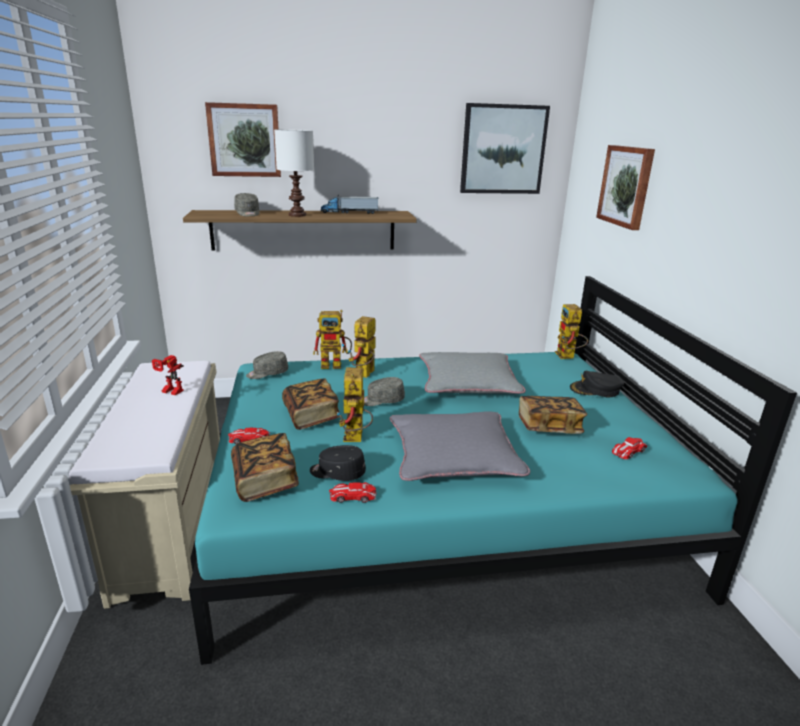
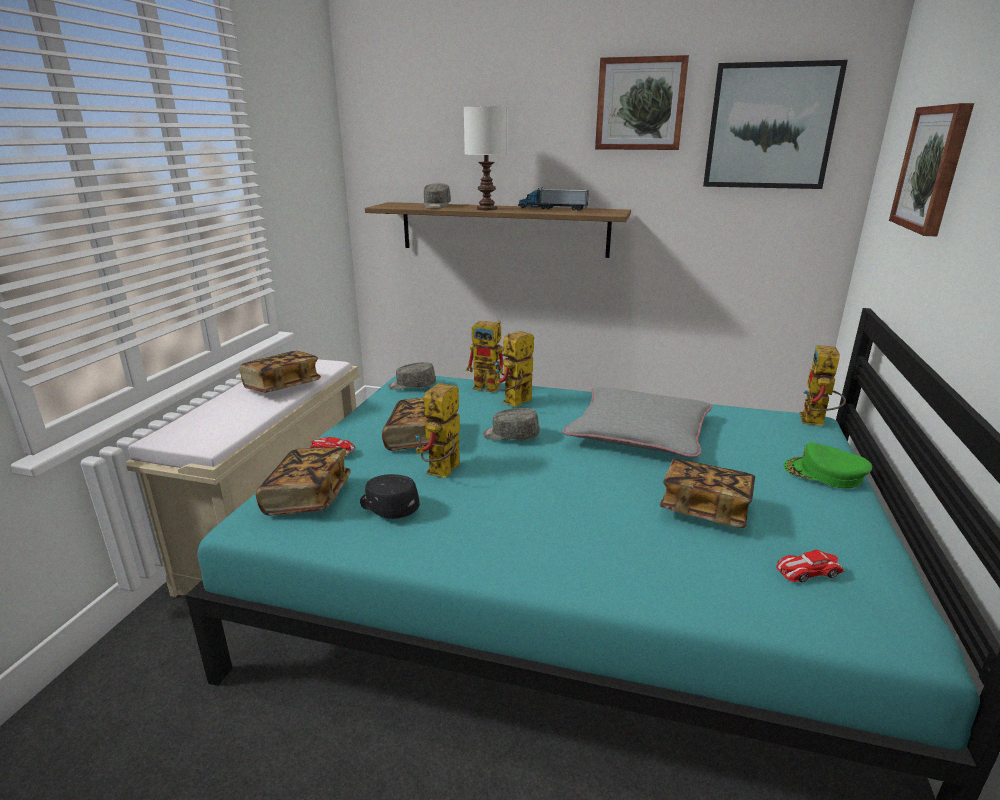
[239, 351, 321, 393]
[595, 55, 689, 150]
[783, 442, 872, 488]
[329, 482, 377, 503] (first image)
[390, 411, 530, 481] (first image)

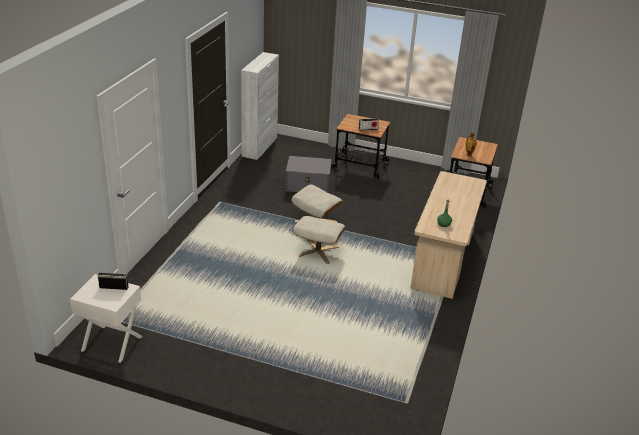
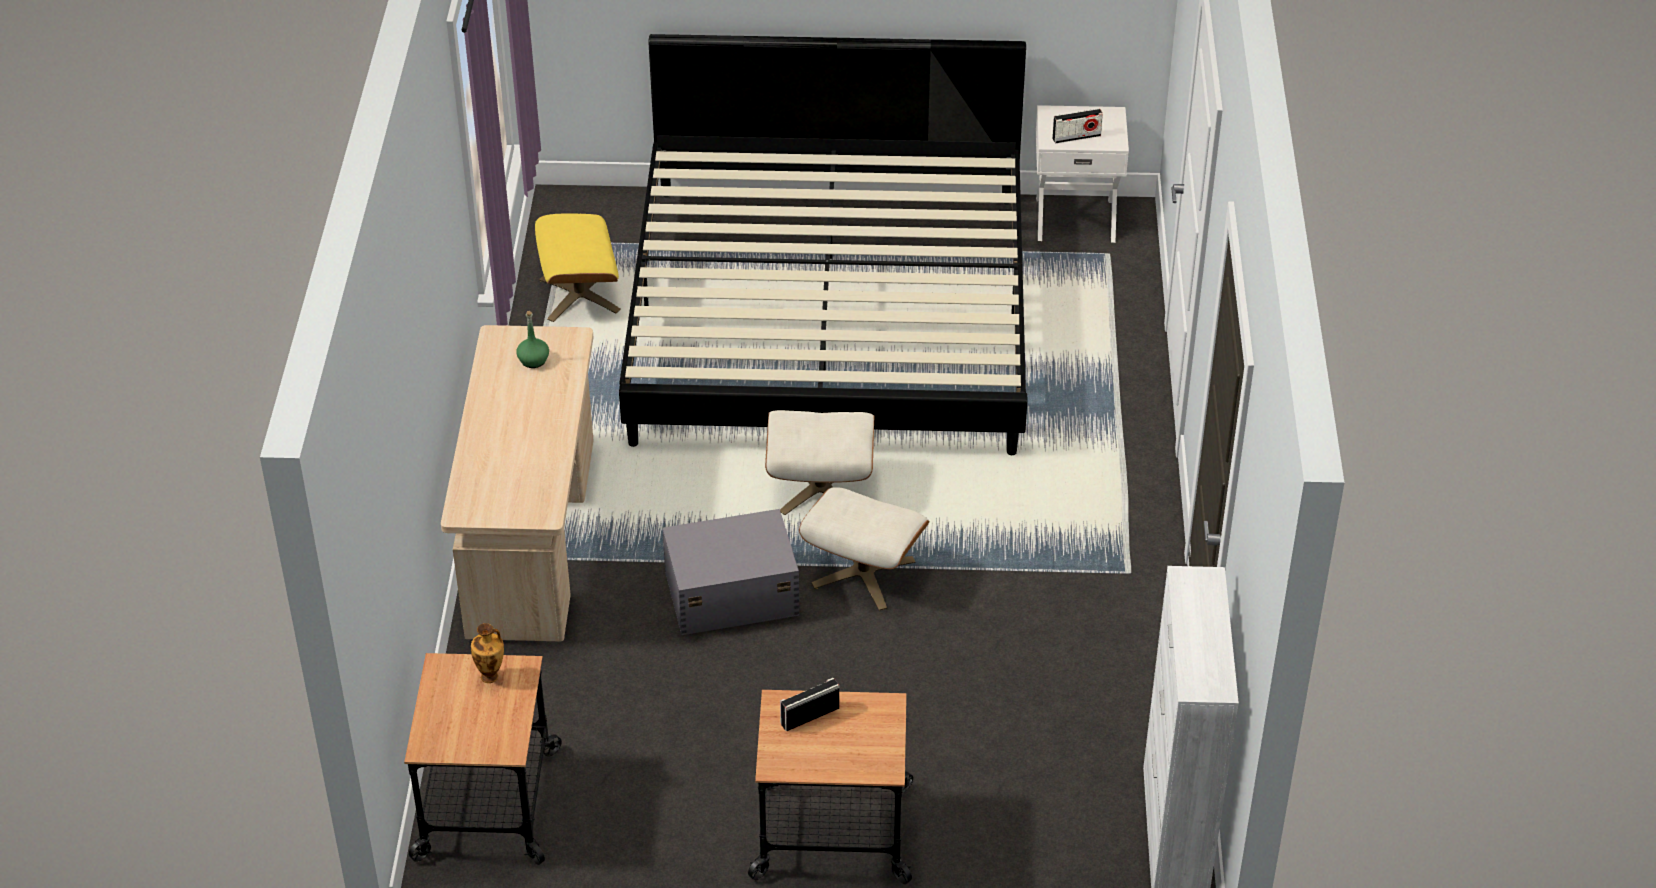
[535, 213, 621, 322]
[619, 34, 1027, 455]
[662, 509, 800, 635]

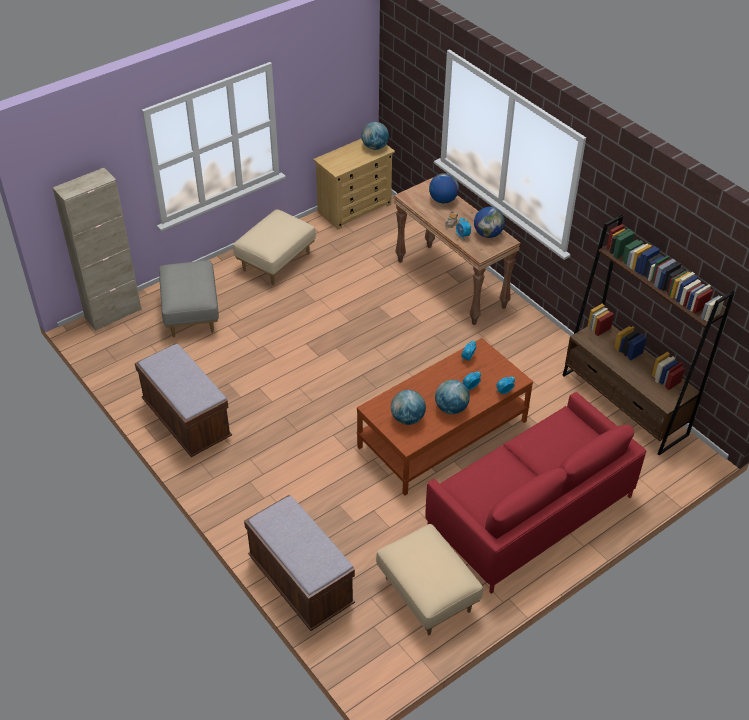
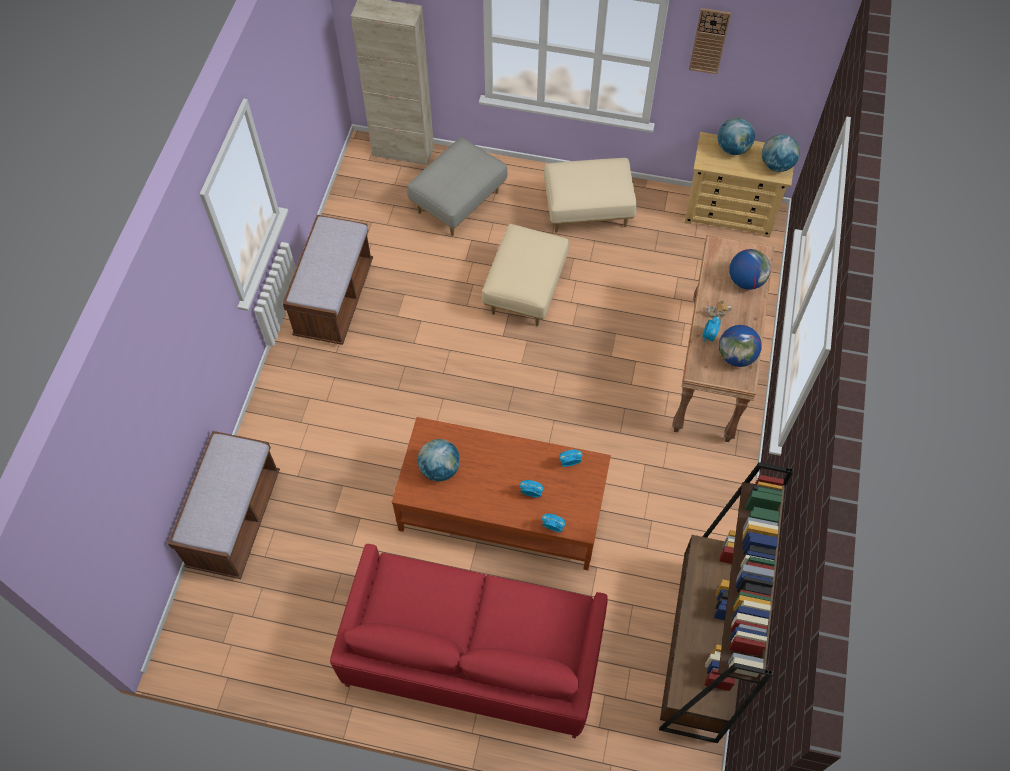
[482, 224, 569, 326]
[689, 8, 731, 74]
[718, 118, 755, 155]

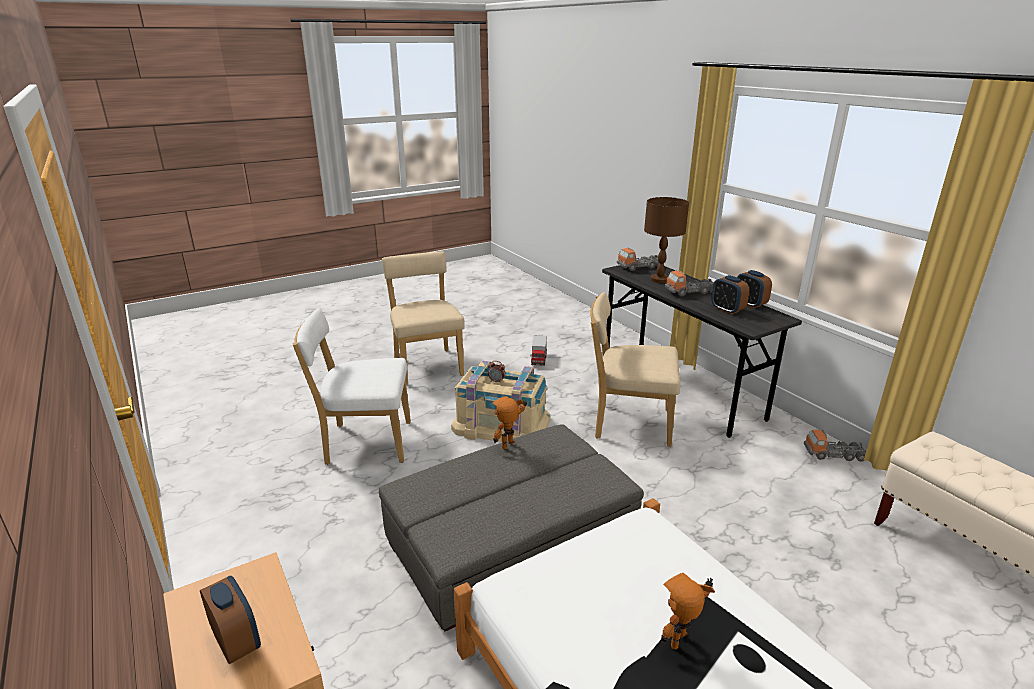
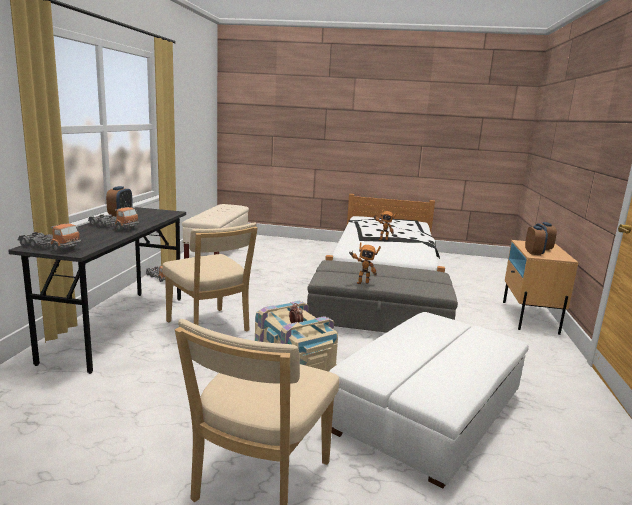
[329, 312, 529, 489]
[525, 225, 548, 255]
[530, 336, 547, 366] (first image)
[644, 197, 689, 283] (first image)

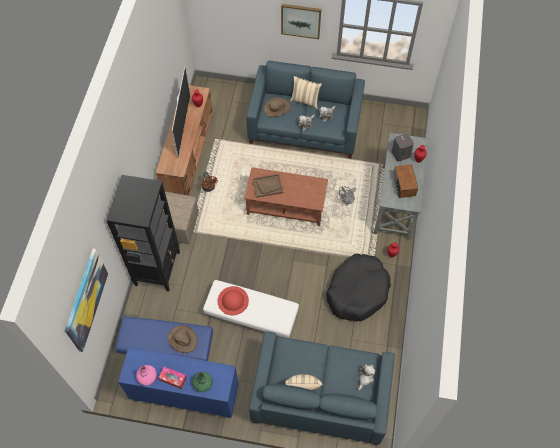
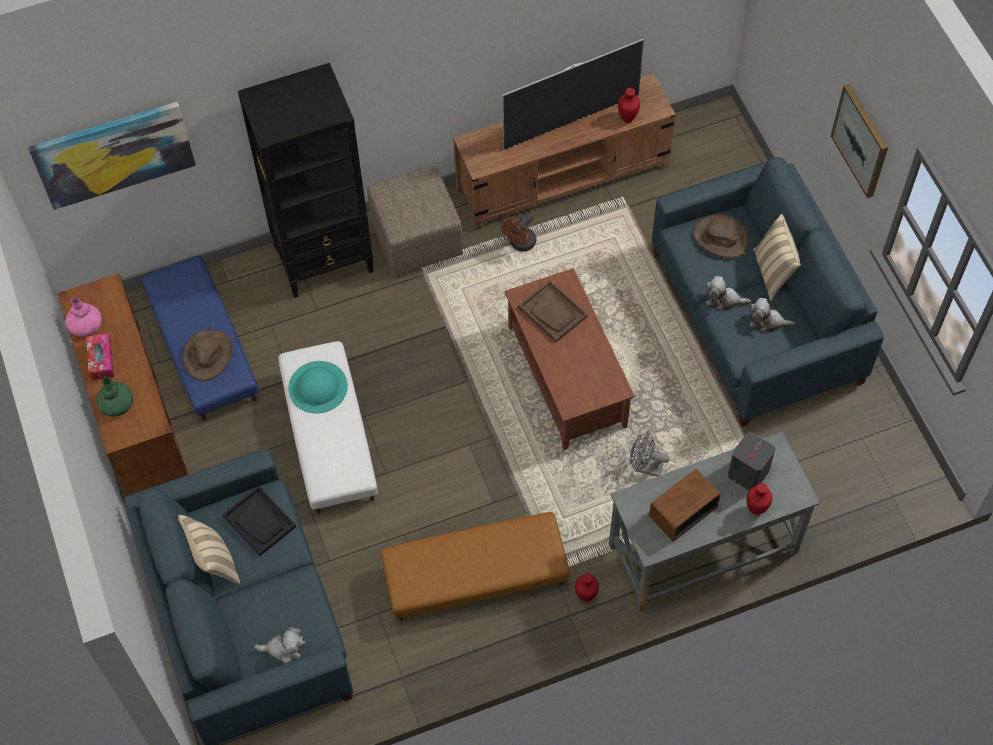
[57, 273, 188, 496]
[223, 485, 296, 556]
[288, 361, 348, 413]
[380, 512, 570, 621]

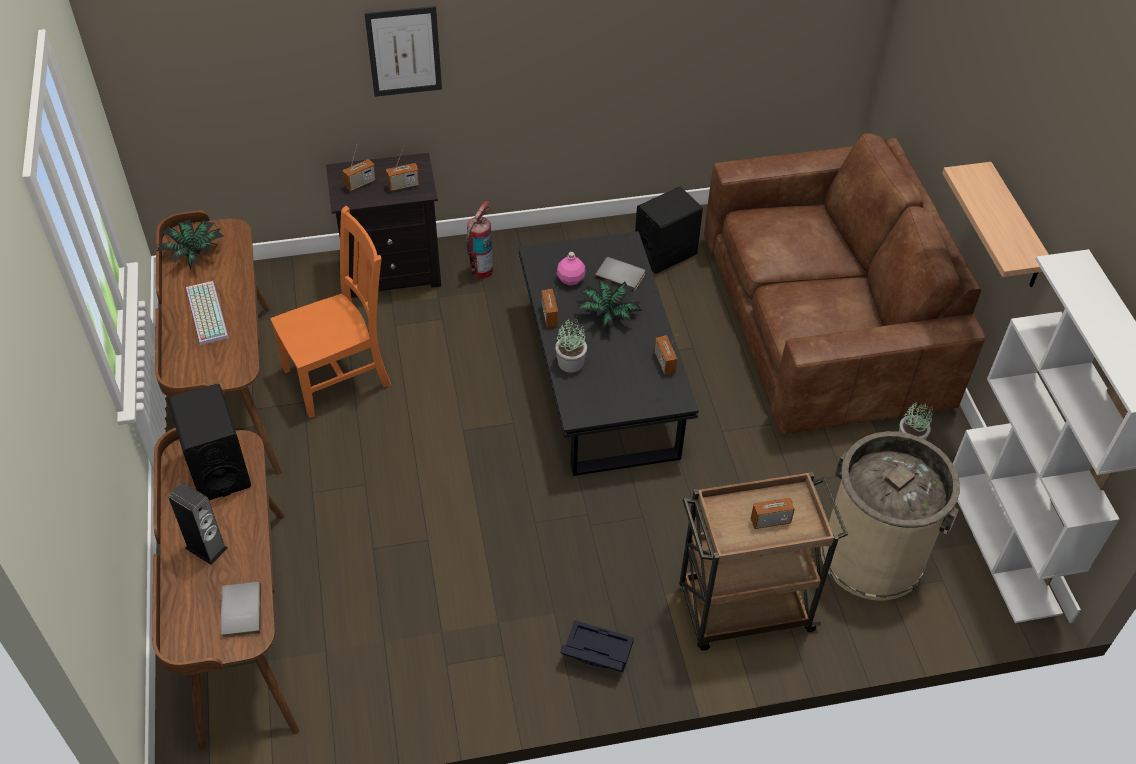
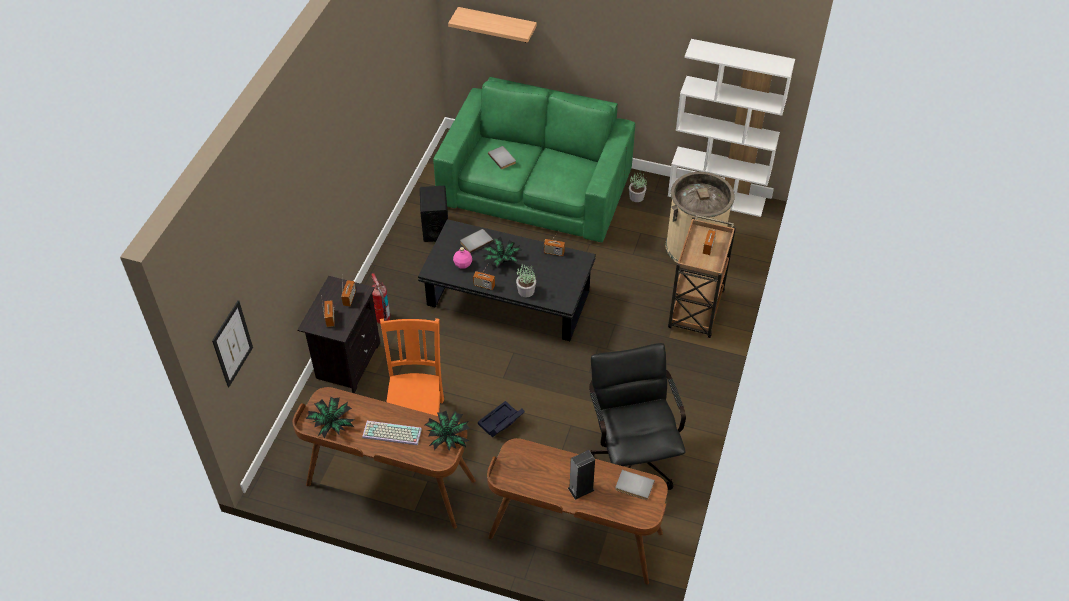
[212, 300, 253, 387]
[425, 411, 470, 451]
[433, 77, 635, 242]
[448, 7, 537, 43]
[478, 401, 525, 438]
[488, 146, 516, 170]
[589, 343, 686, 490]
[168, 384, 251, 500] (first image)

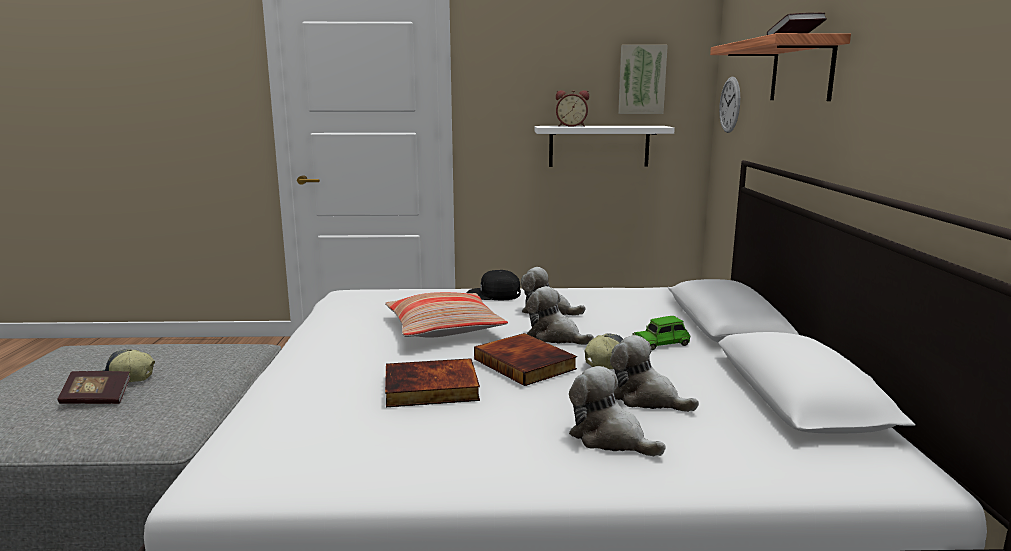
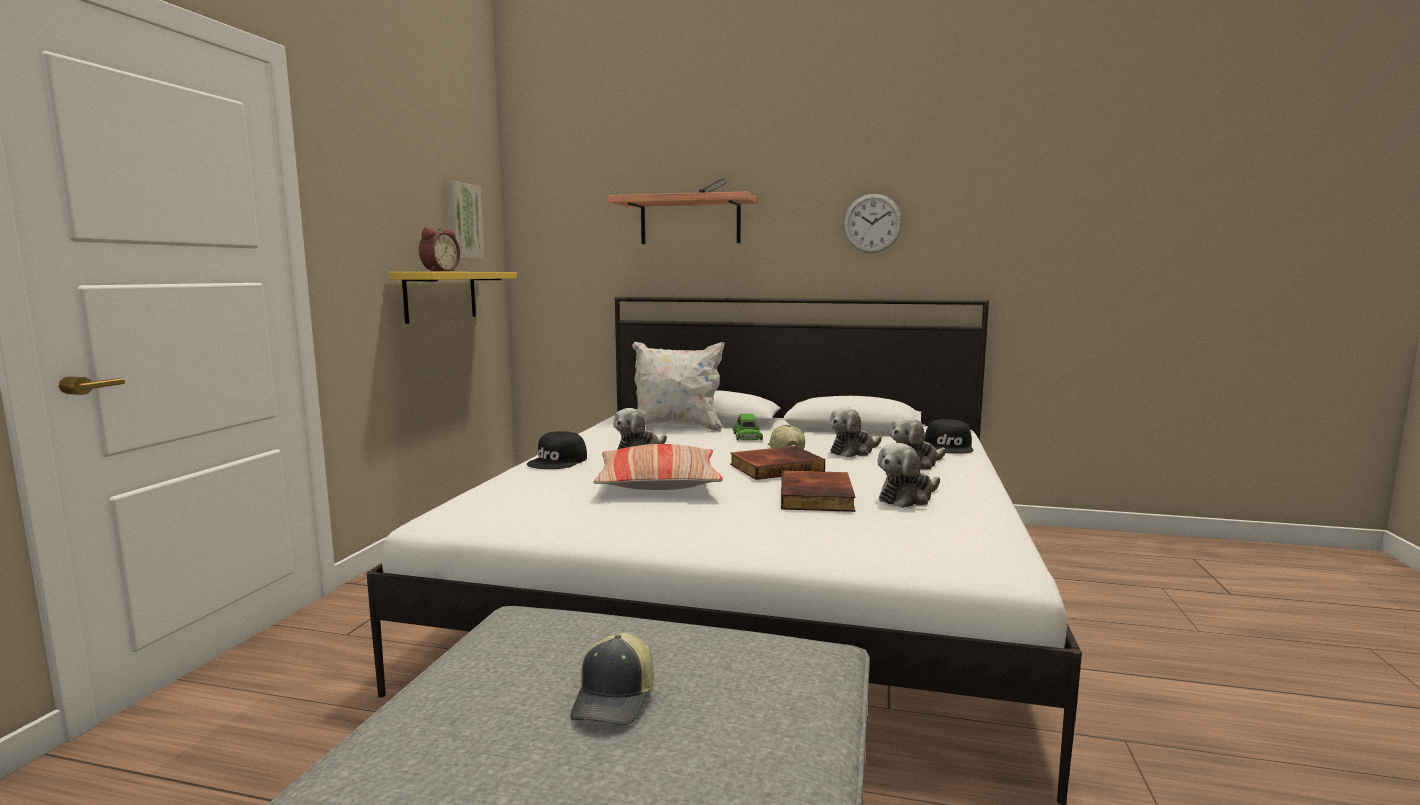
[389, 272, 517, 324]
[632, 342, 724, 431]
[843, 194, 902, 253]
[877, 443, 940, 508]
[925, 419, 974, 453]
[58, 371, 130, 404] (first image)

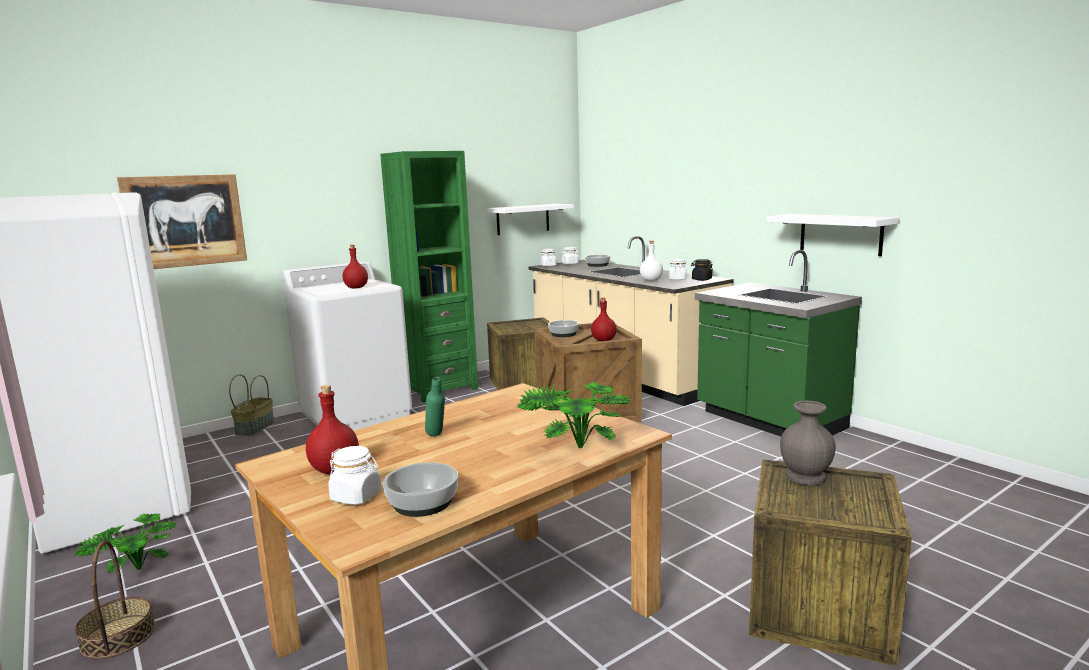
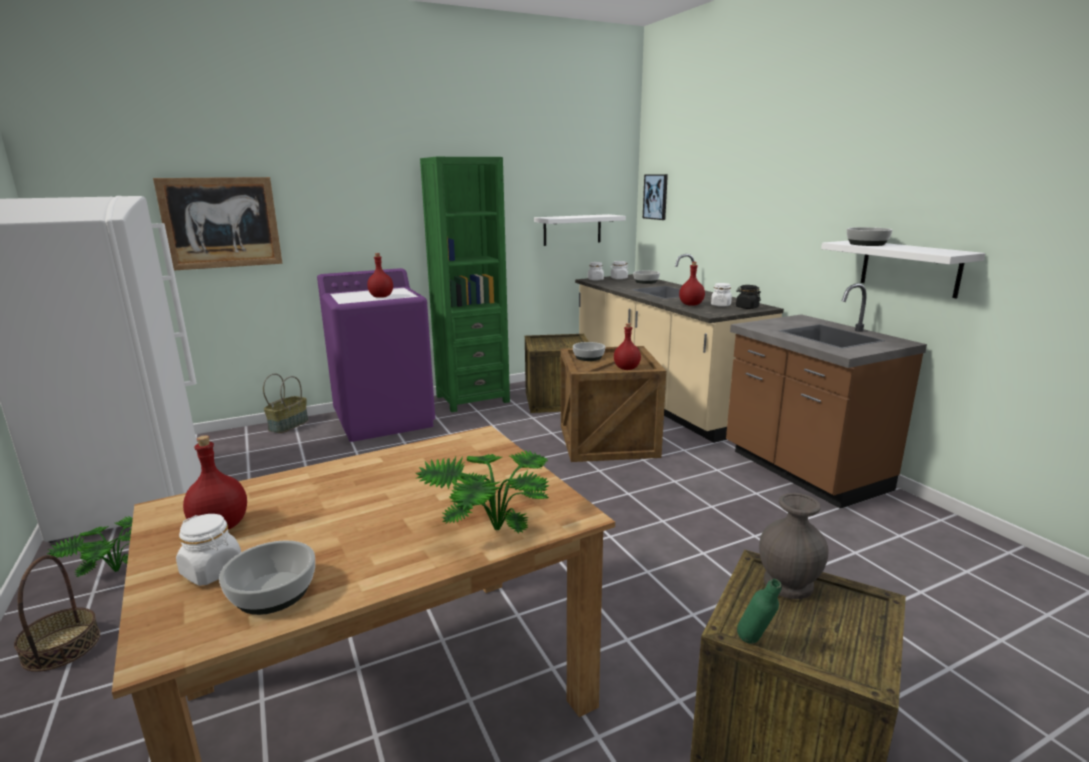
[317, 268, 435, 442]
[643, 174, 668, 220]
[679, 262, 705, 306]
[726, 283, 927, 509]
[737, 579, 782, 644]
[847, 227, 893, 246]

